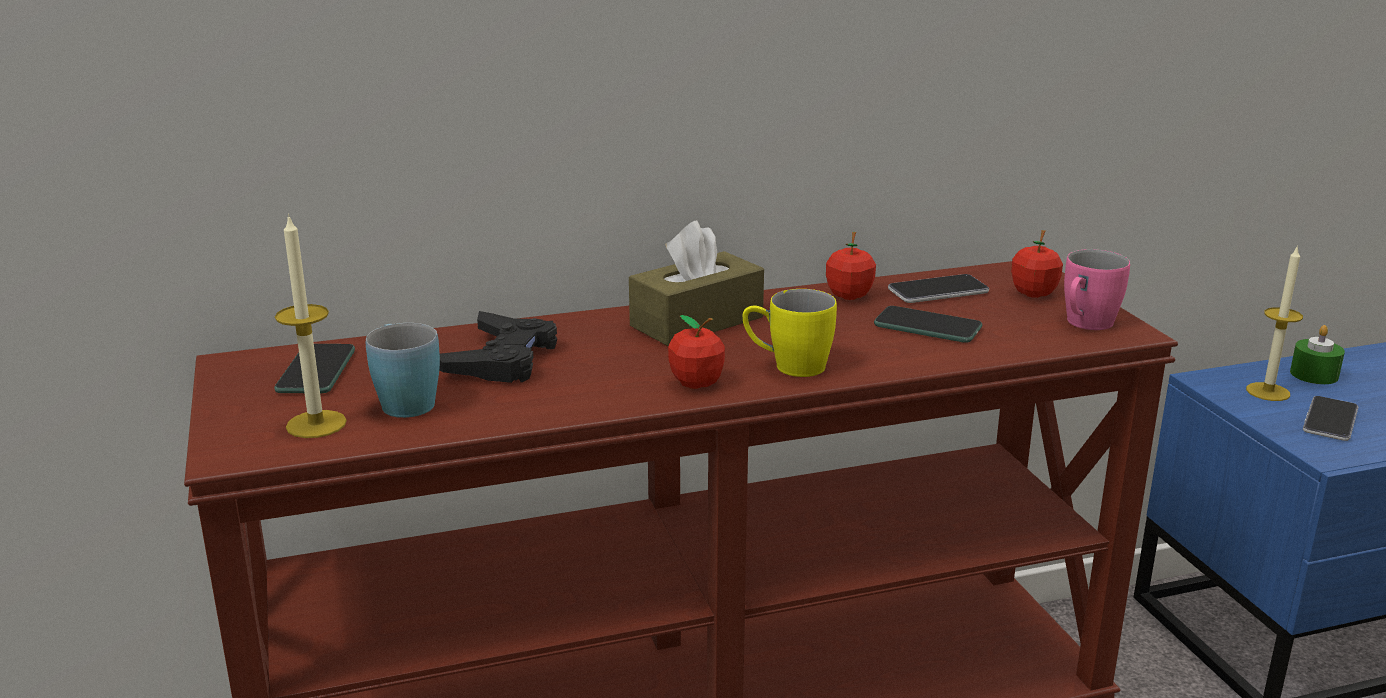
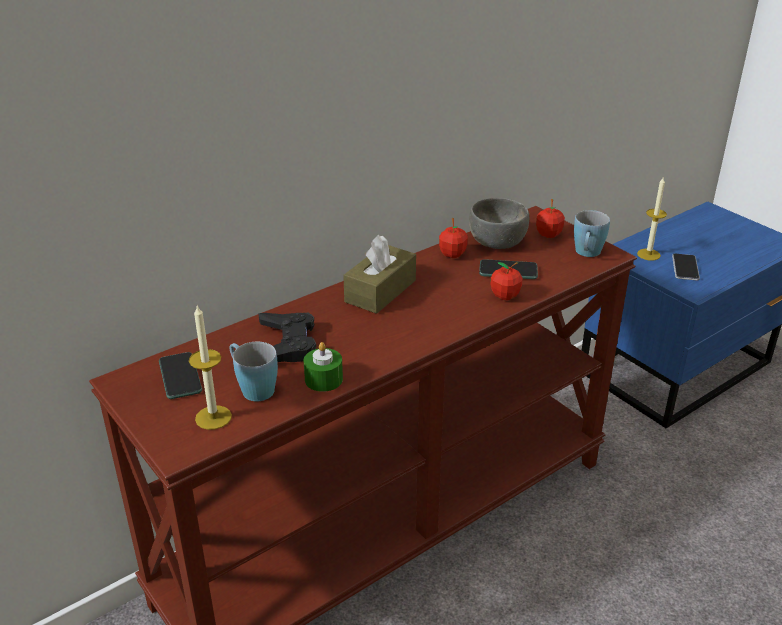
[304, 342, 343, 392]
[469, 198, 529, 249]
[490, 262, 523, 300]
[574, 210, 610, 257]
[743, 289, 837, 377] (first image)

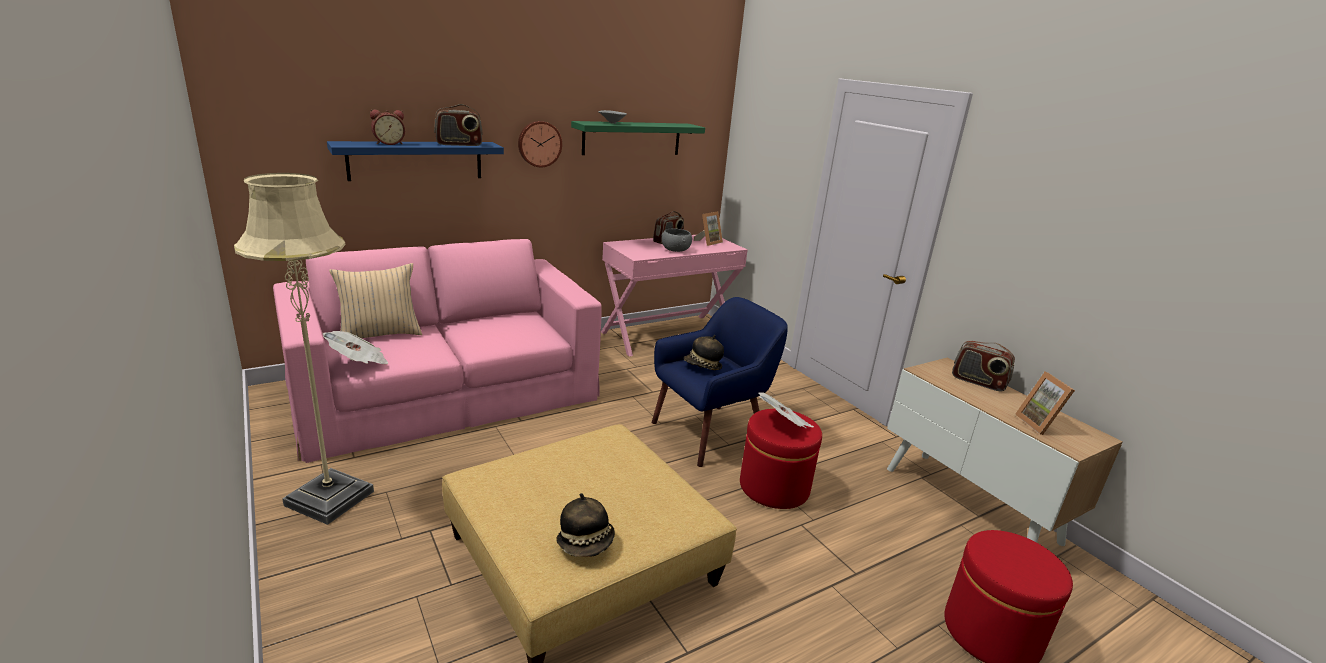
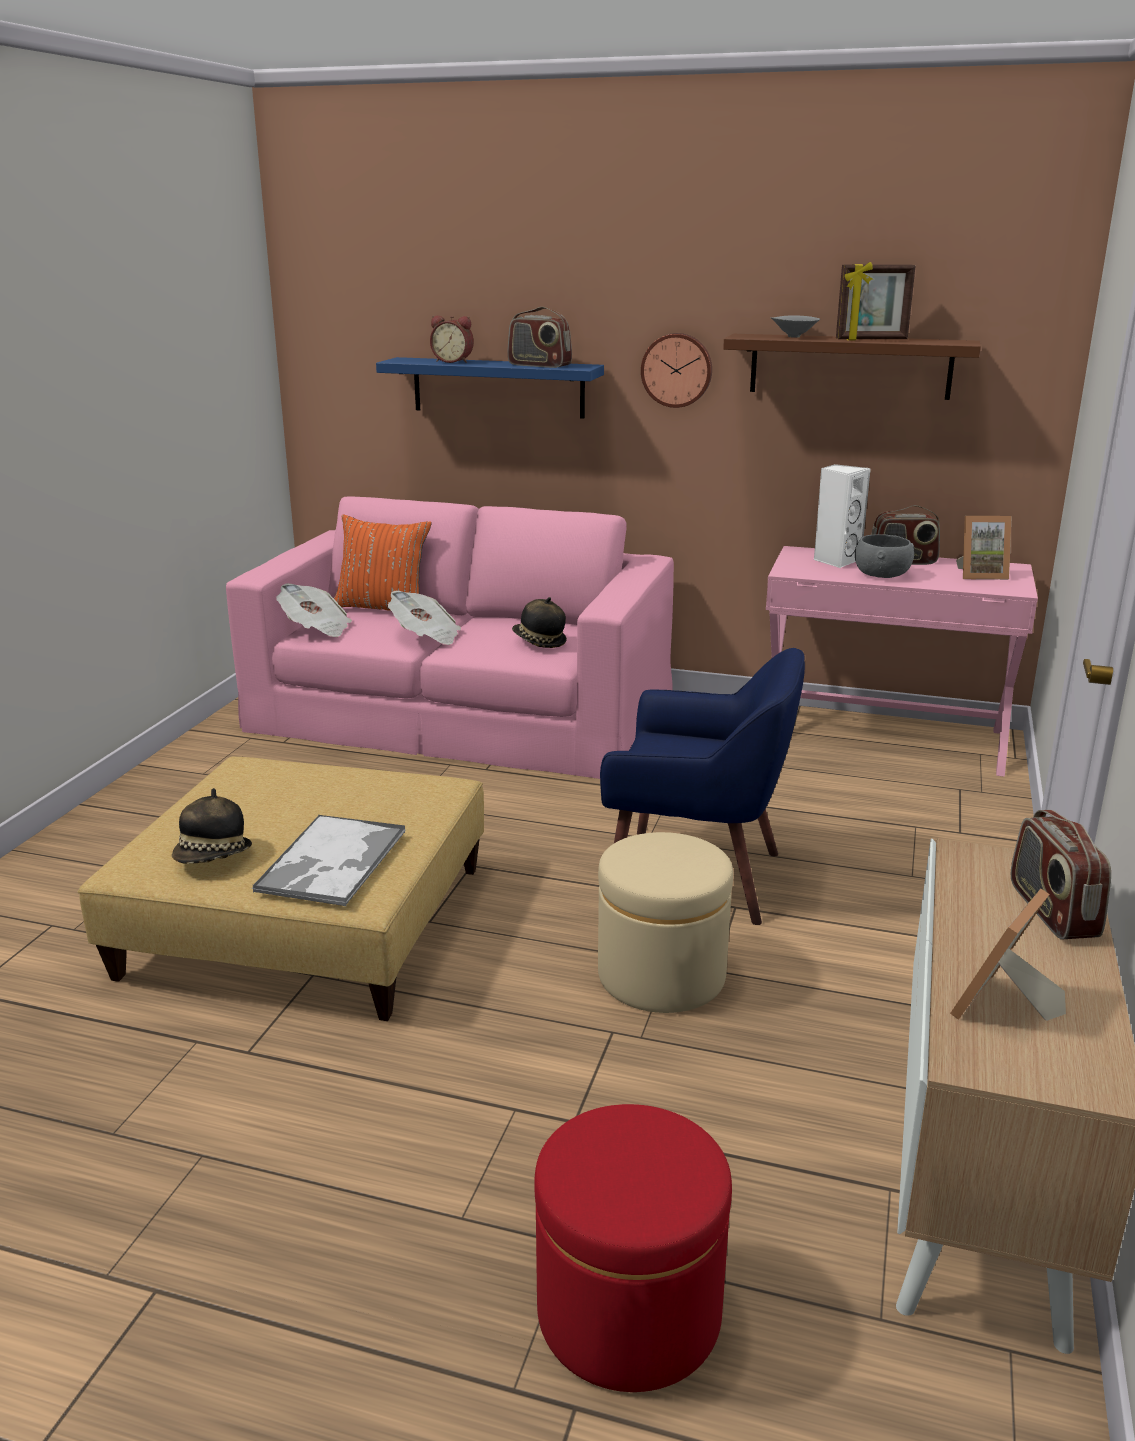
[251, 814, 406, 906]
[334, 514, 432, 611]
[388, 591, 461, 645]
[512, 597, 567, 648]
[598, 832, 733, 1013]
[723, 334, 981, 400]
[814, 464, 871, 568]
[836, 262, 916, 340]
[234, 173, 374, 525] (first image)

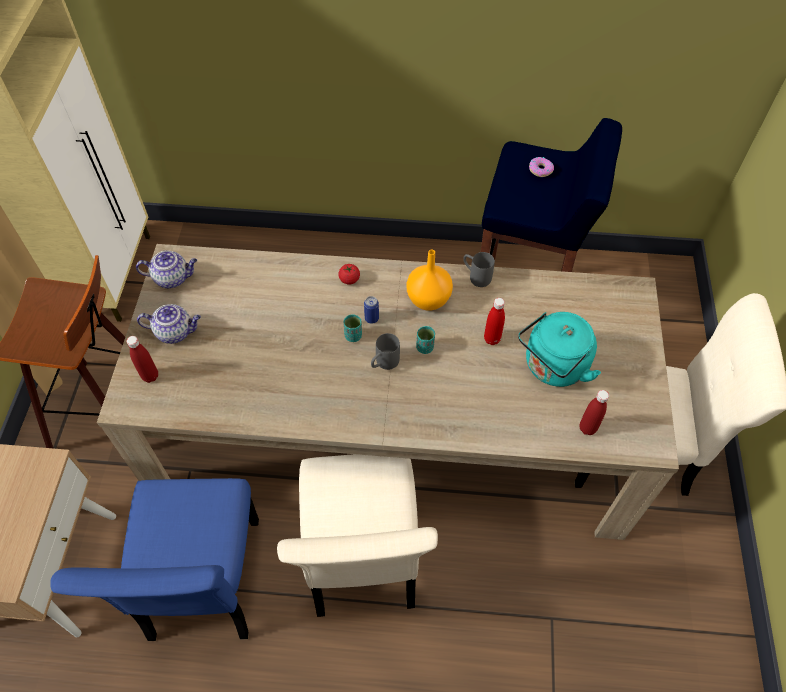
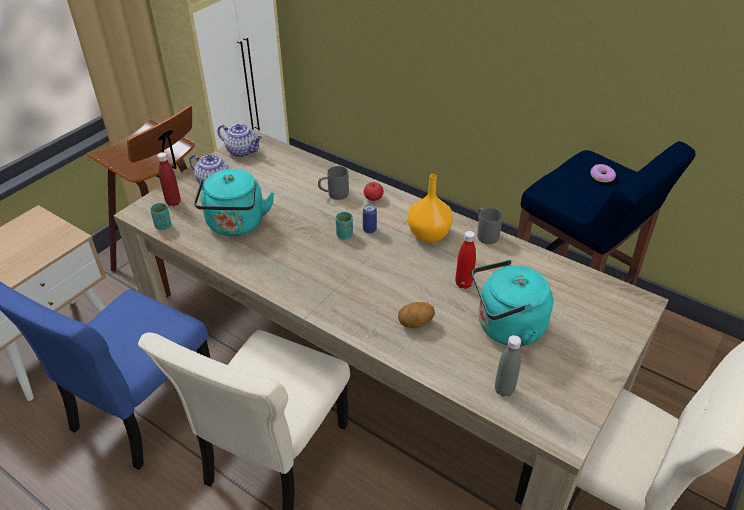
[150, 203, 171, 230]
[194, 169, 274, 236]
[318, 166, 349, 200]
[398, 302, 435, 328]
[495, 335, 521, 397]

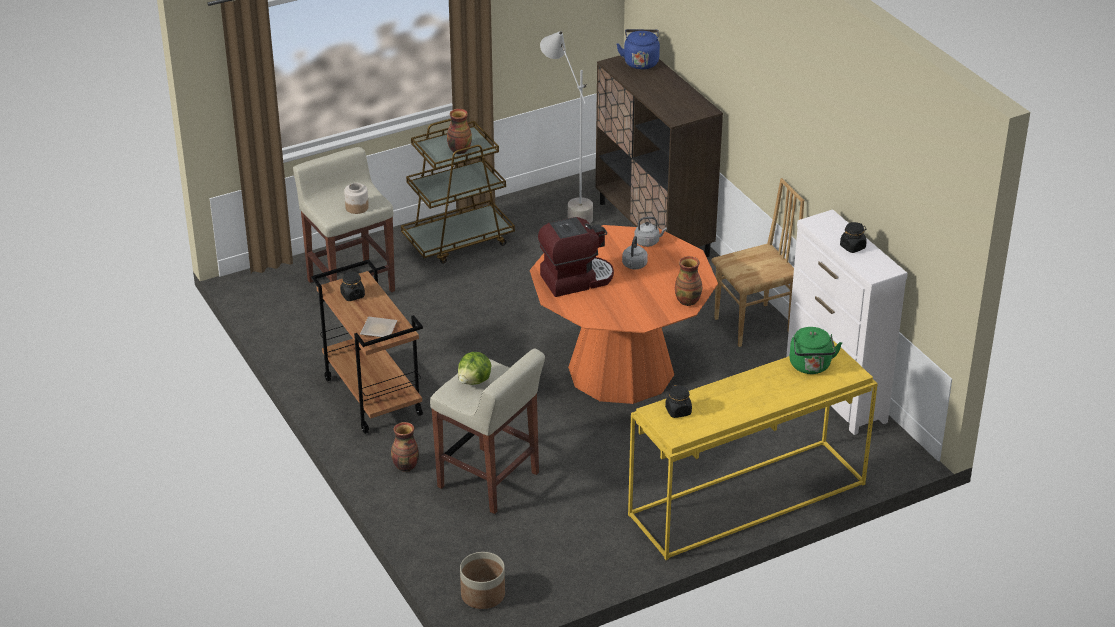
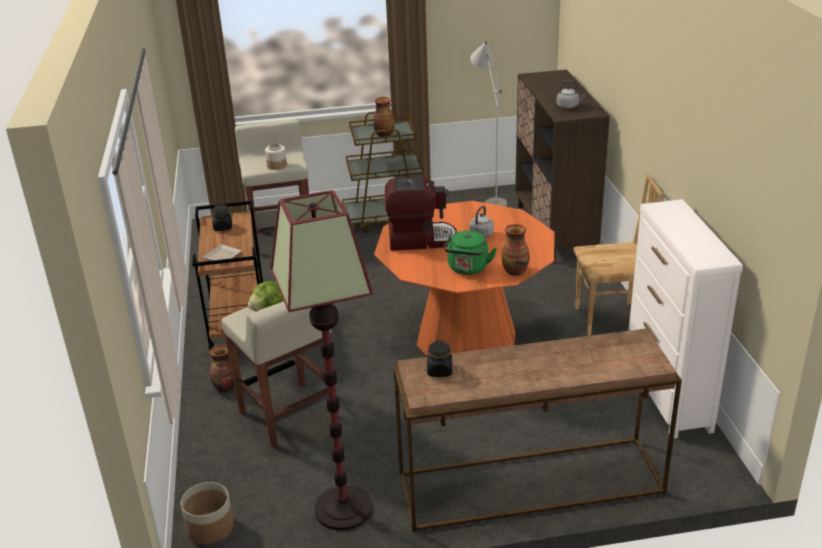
[270, 190, 373, 530]
[393, 328, 682, 533]
[444, 231, 497, 275]
[557, 80, 586, 109]
[616, 29, 660, 70] (first image)
[840, 222, 867, 253] (first image)

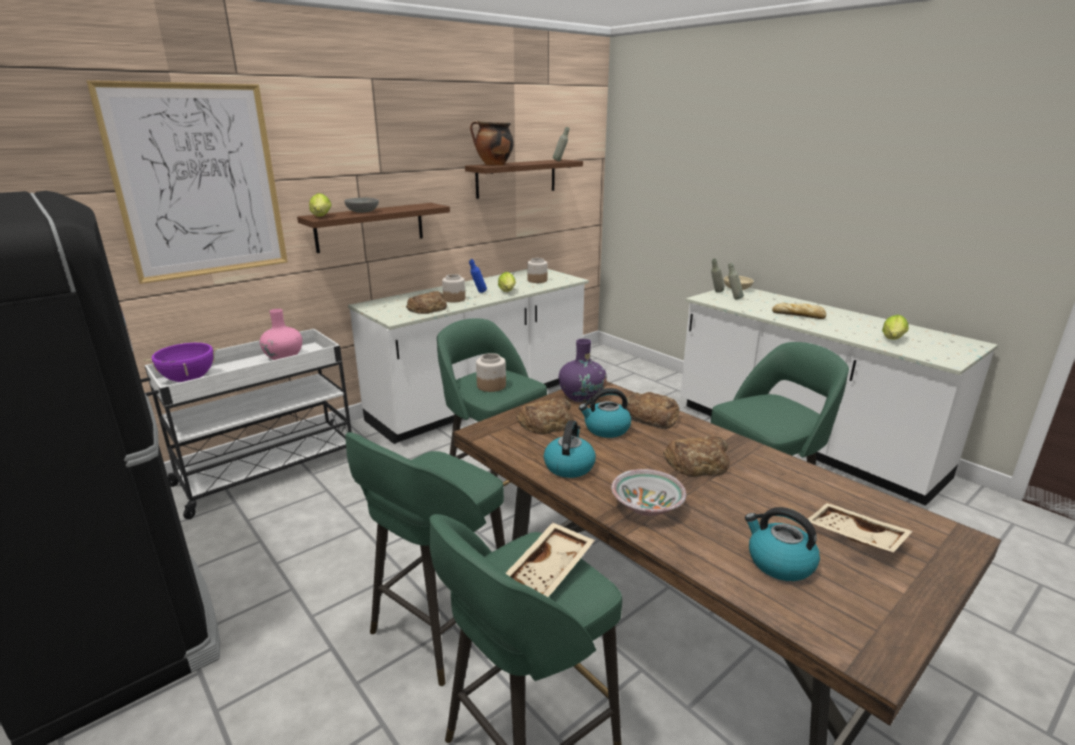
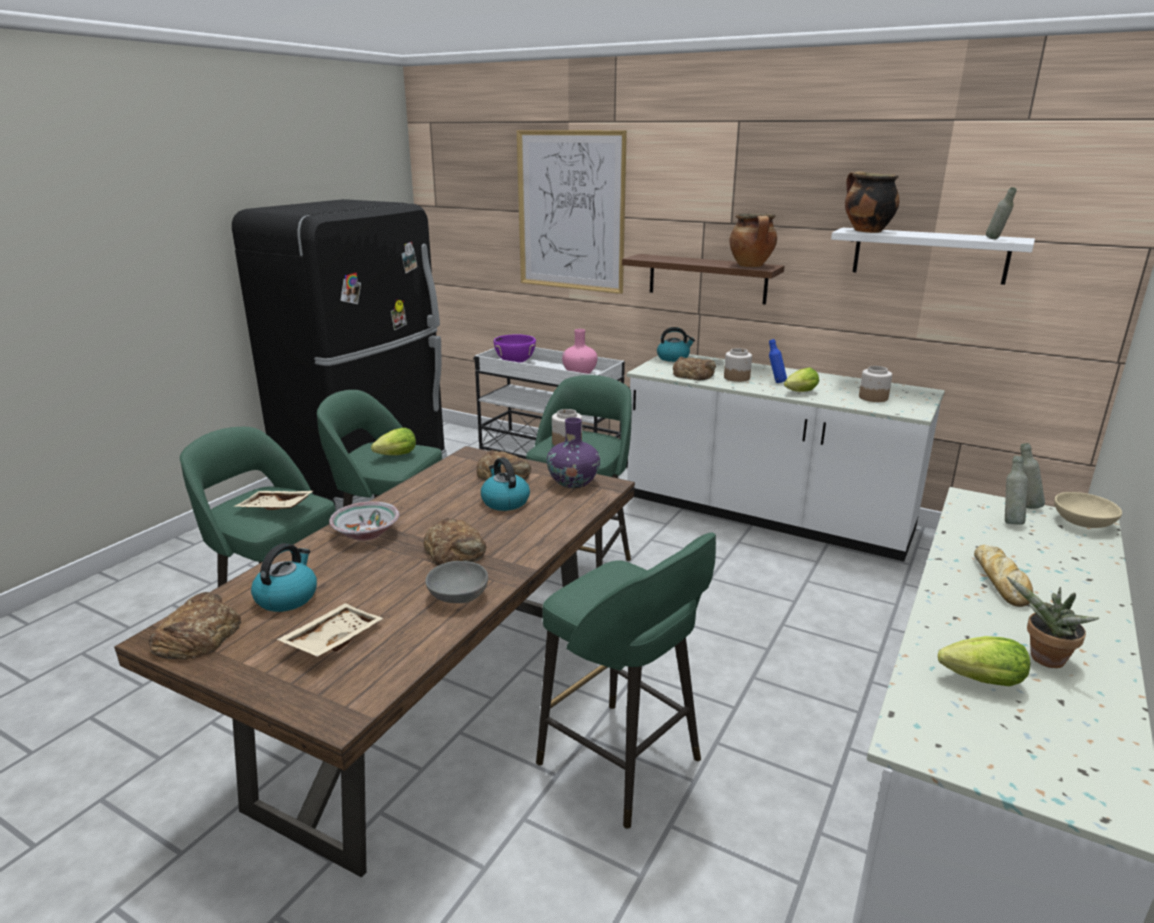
[148, 592, 241, 659]
[371, 428, 416, 455]
[425, 561, 488, 603]
[657, 327, 695, 362]
[729, 213, 777, 267]
[831, 228, 1035, 285]
[1006, 576, 1100, 668]

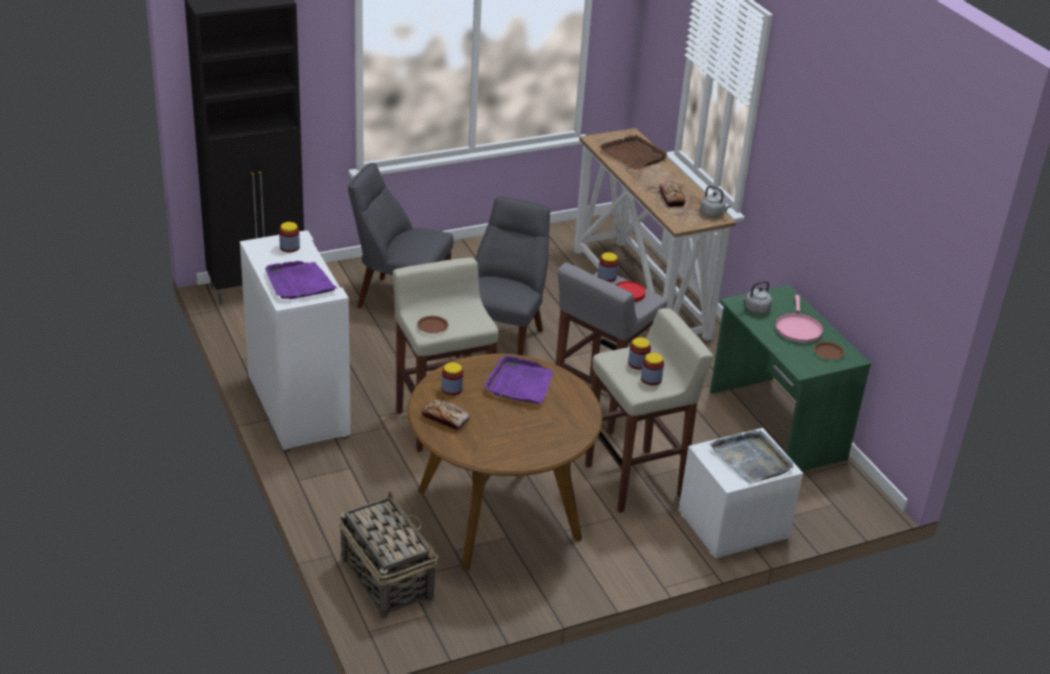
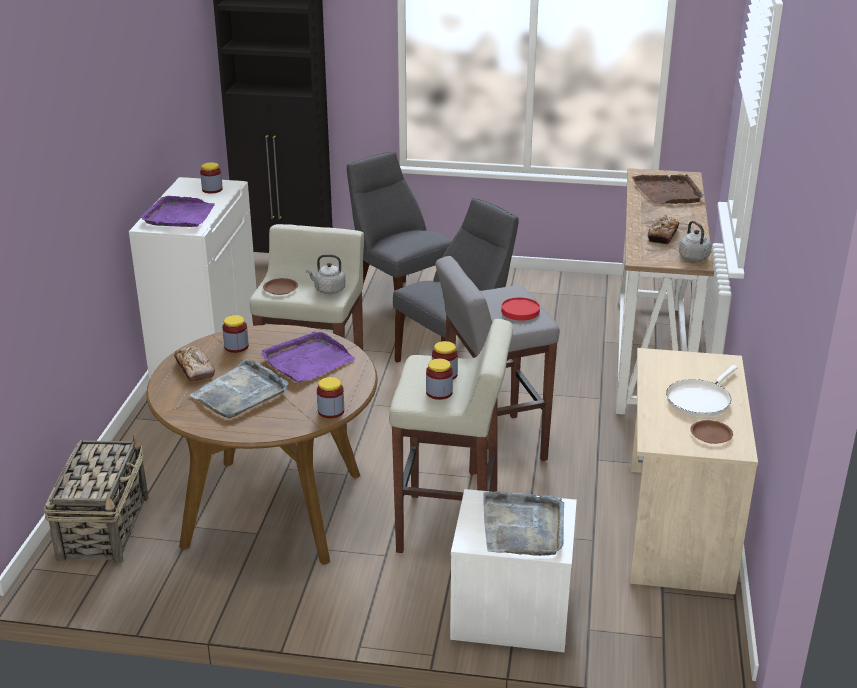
[190, 359, 288, 419]
[306, 254, 346, 294]
[317, 377, 344, 418]
[630, 348, 758, 594]
[666, 365, 738, 417]

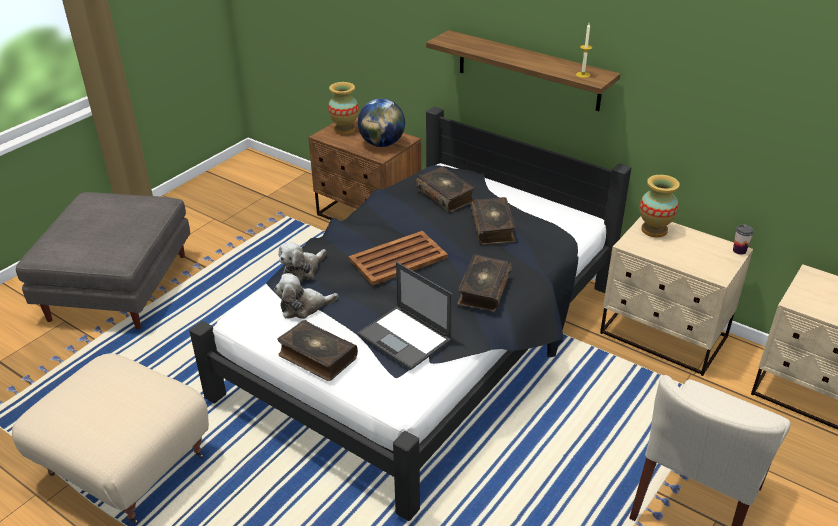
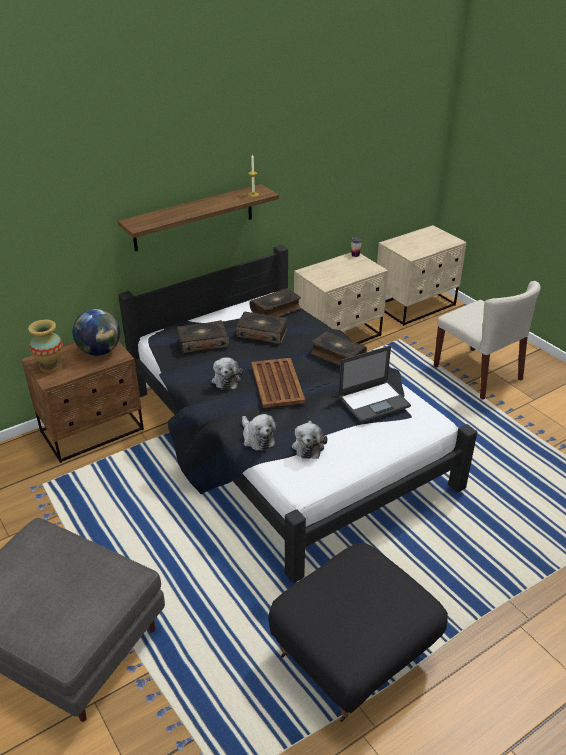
[212, 357, 243, 390]
[250, 288, 301, 317]
[268, 543, 448, 722]
[640, 175, 680, 237] (first image)

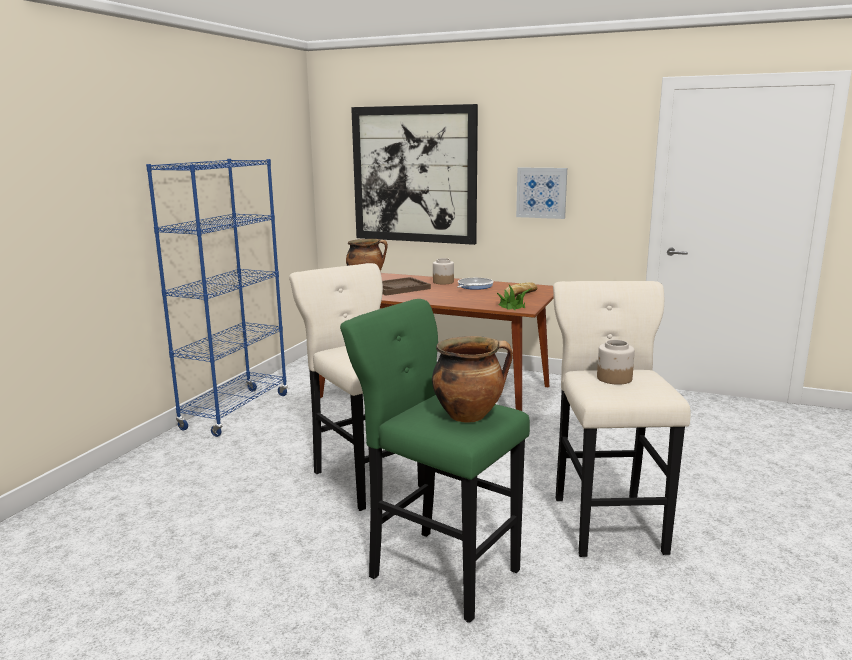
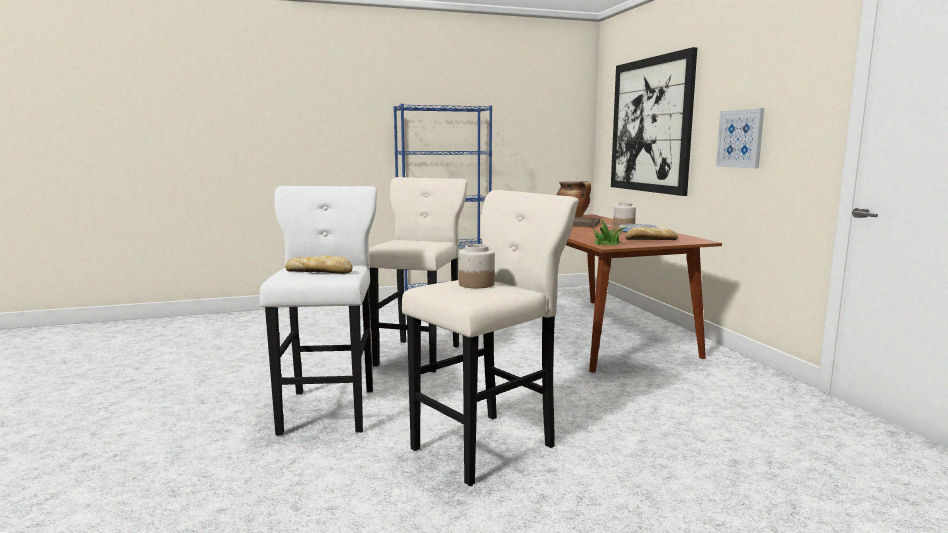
[260, 186, 377, 435]
[285, 255, 353, 274]

